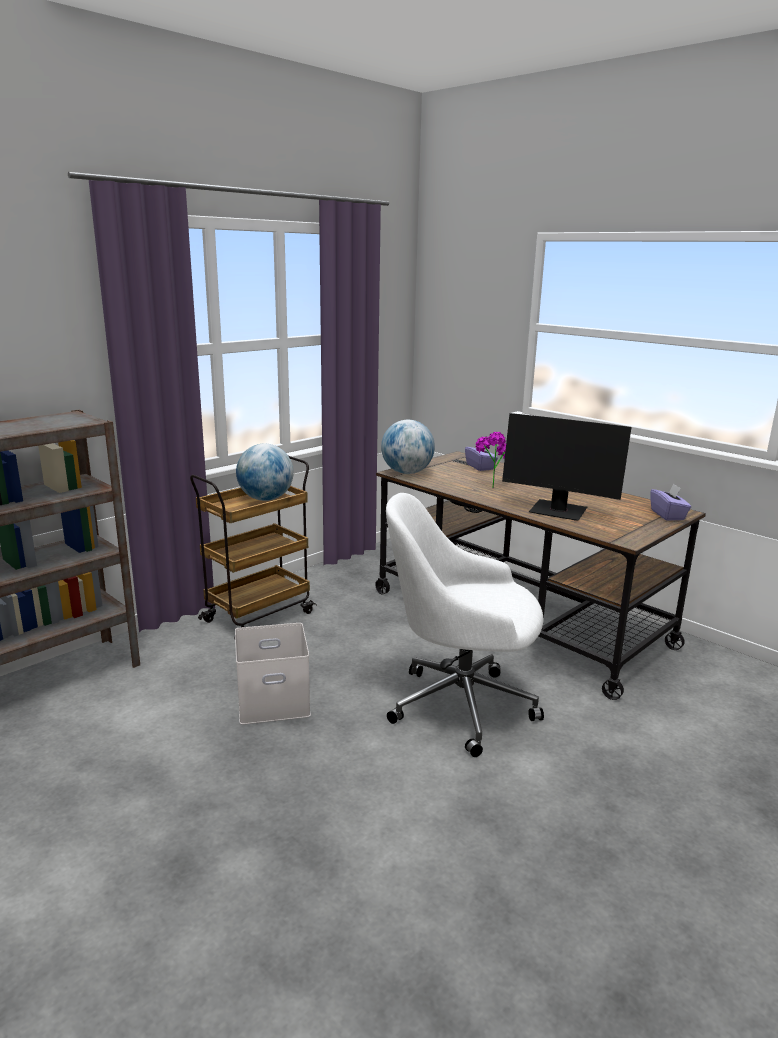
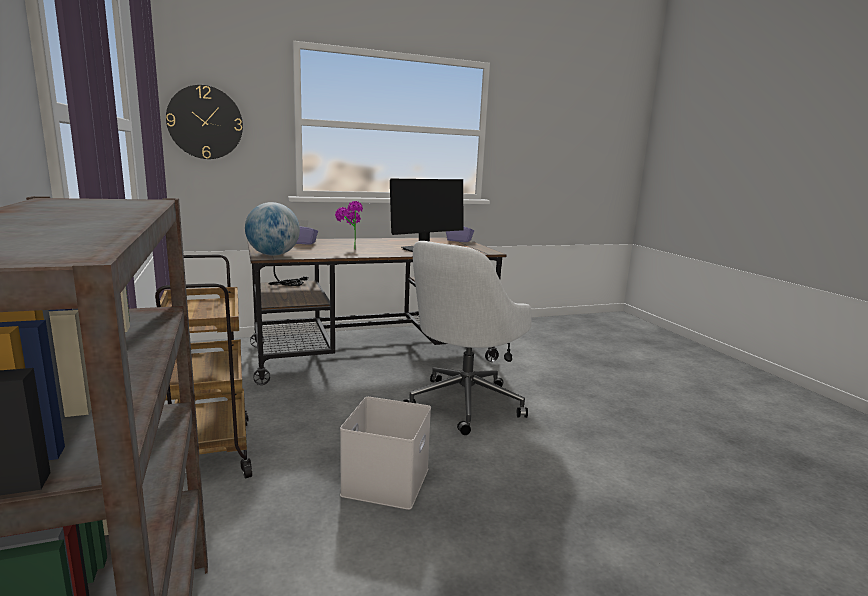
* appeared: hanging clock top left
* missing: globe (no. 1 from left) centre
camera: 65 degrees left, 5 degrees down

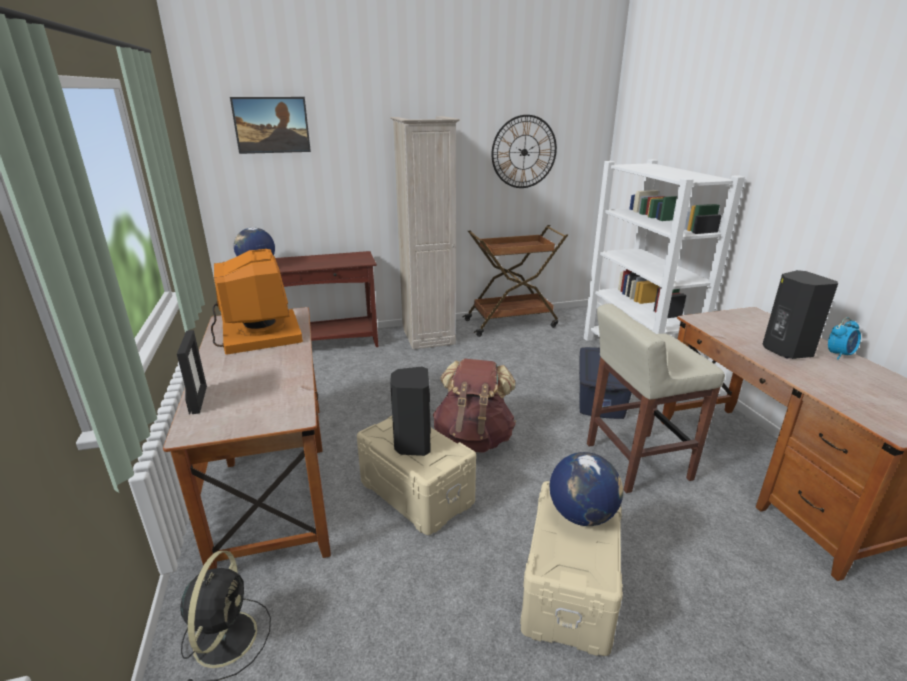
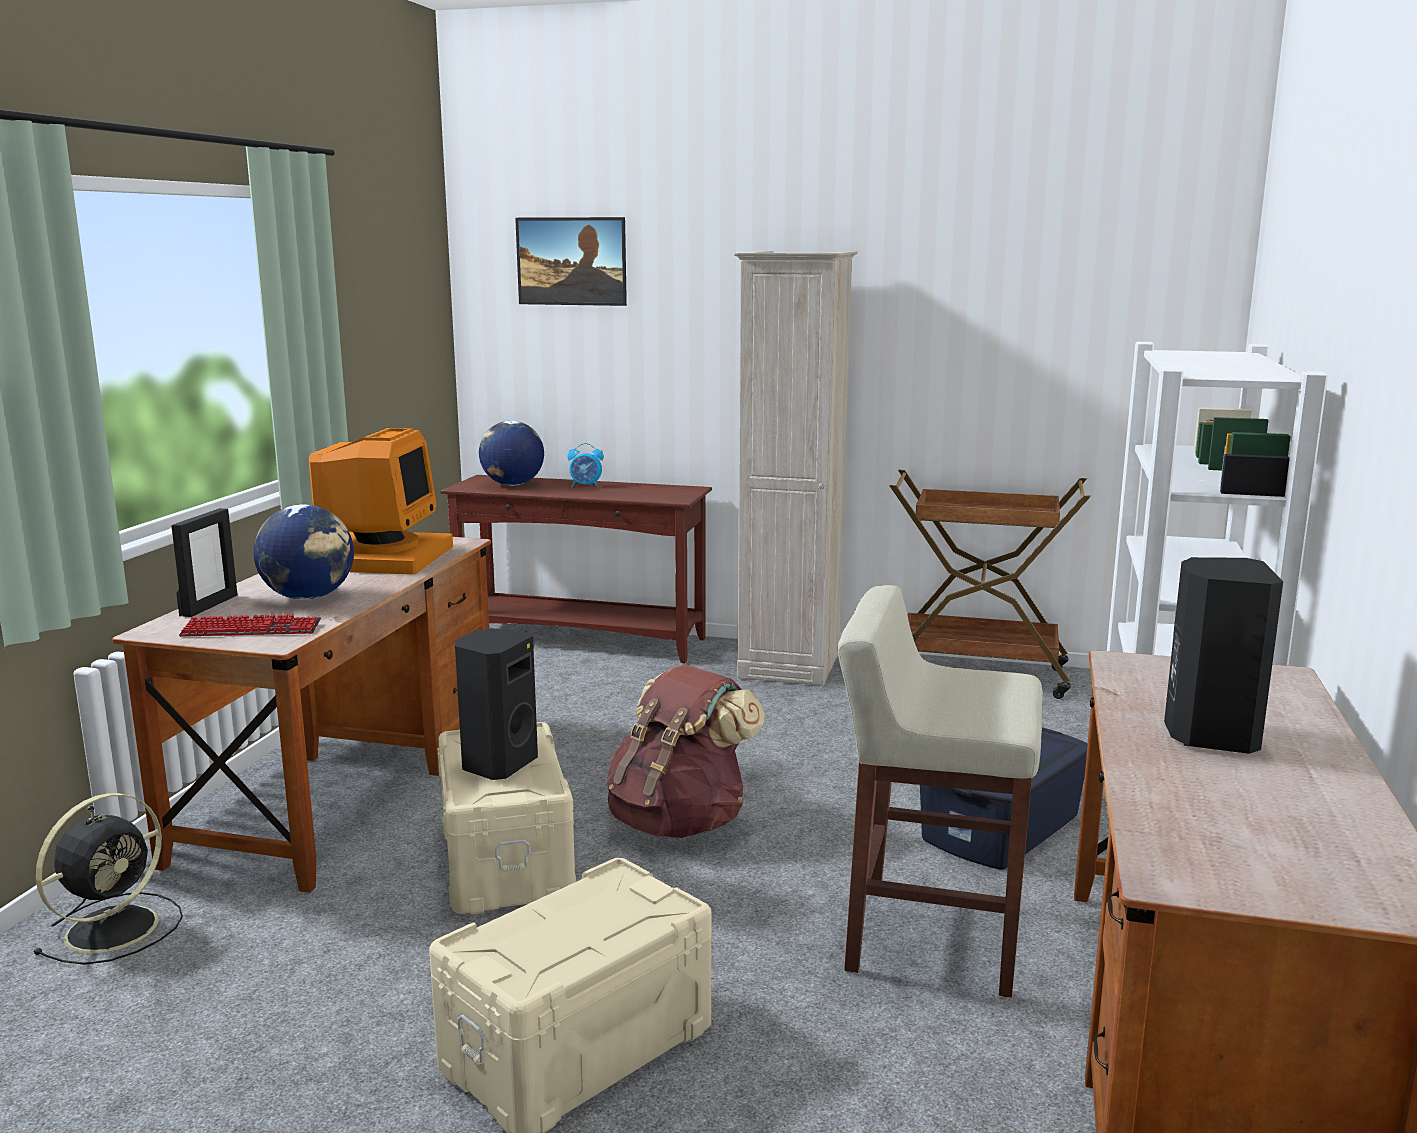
* appeared: computer keyboard middle left
* relocated: globe (no. 2 from left in the first image) bottom centre to globe (no. 1 from left) middle left
* relocated: bedside clock middle right to centre
* missing: hanging clock top centre
camera: 30 degrees right, 10 degrees down

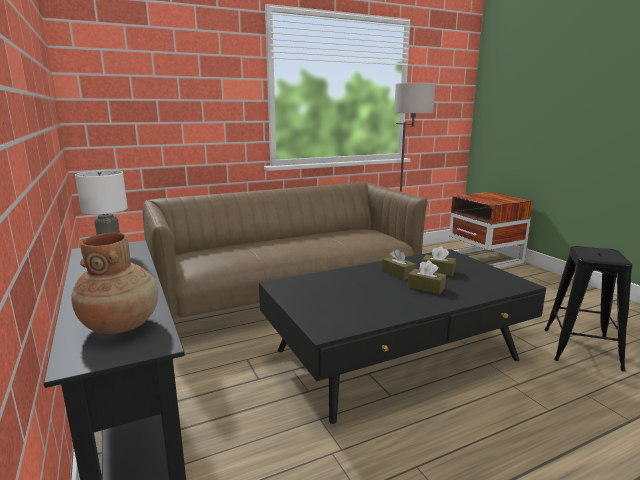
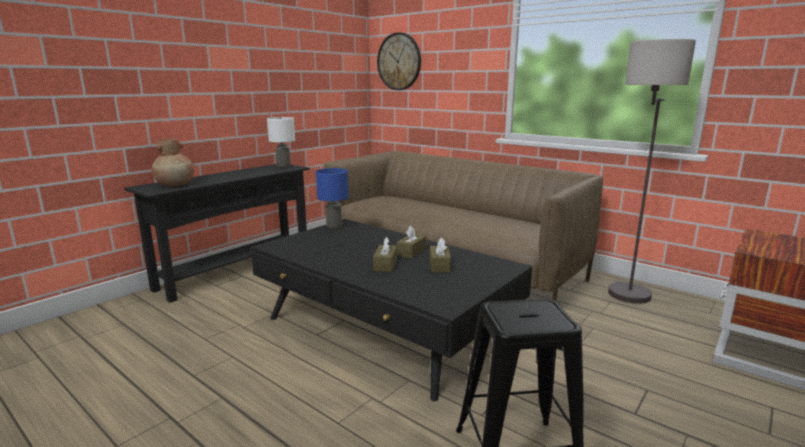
* appeared: tabletop lamp (blue-coloured) centre
* appeared: hanging clock top centre
camera: 65 degrees right, 0 degrees up

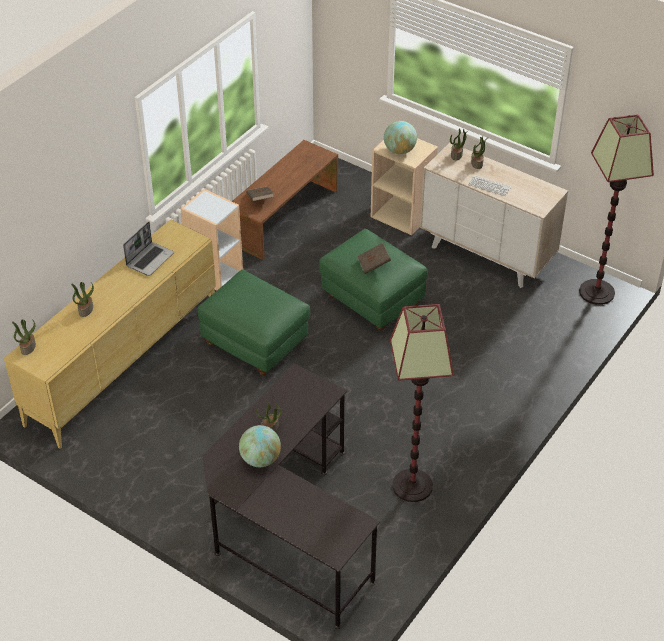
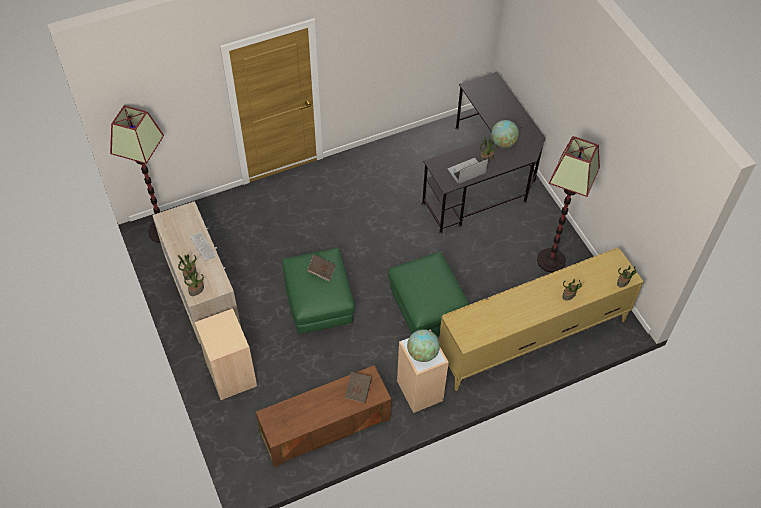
* relocated: globe (no. 2 from left in the first image) top centre to globe (no. 1 from left) bottom centre
* relocated: notebook computer middle left to centre
* relocated: floor lamp (no. 1 from left in the first image) centre to floor lamp (no. 2 from left) middle right
camera: 150 degrees left, 10 degrees up

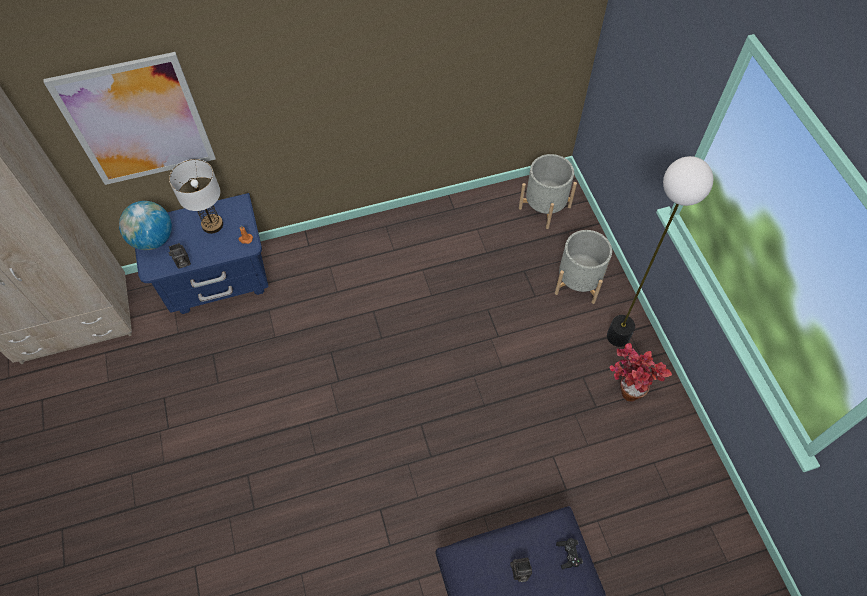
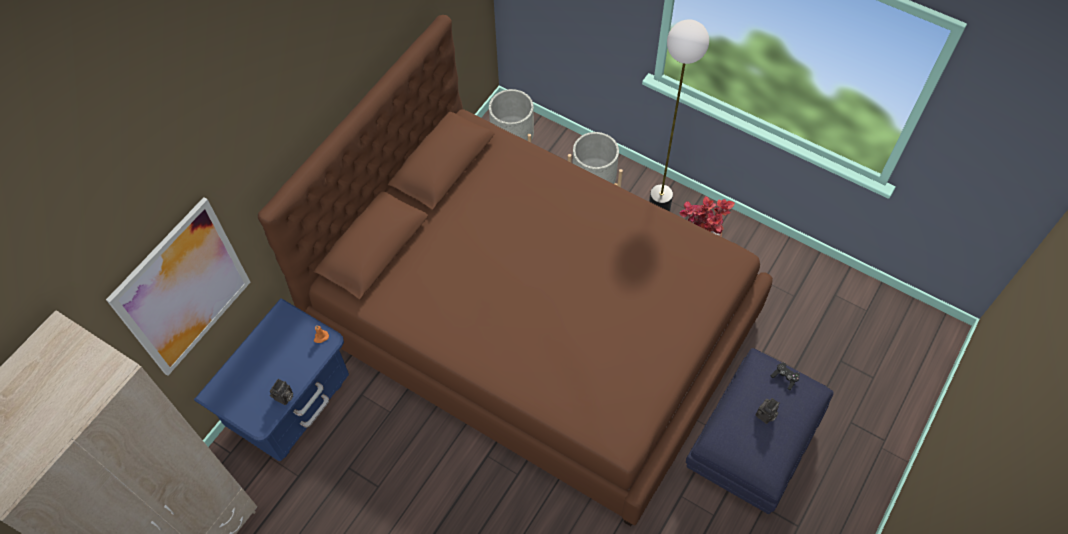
* appeared: bed (brownish) centre
* missing: globe middle left
* missing: tabletop lamp top left
camera: 40 degrees left, 0 degrees up

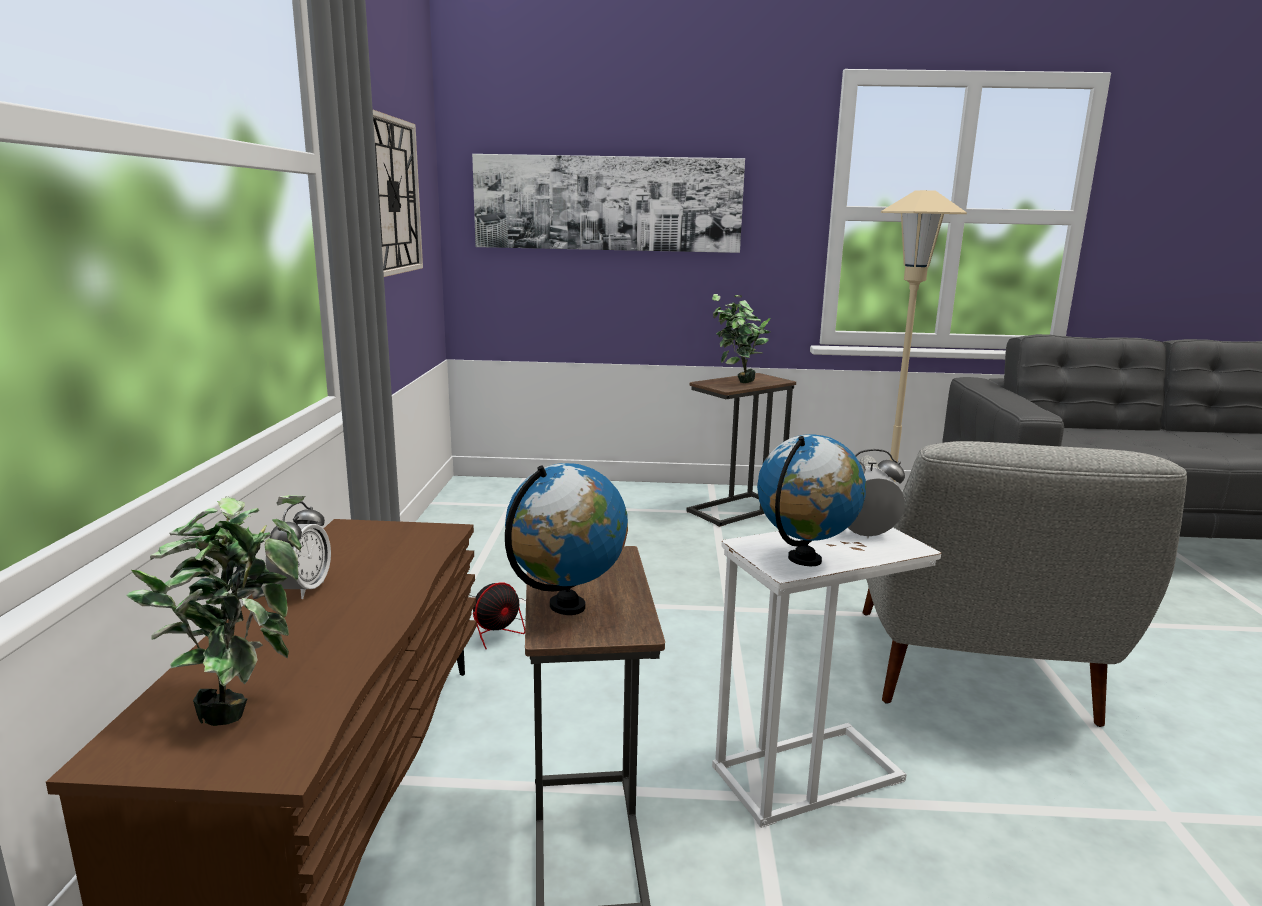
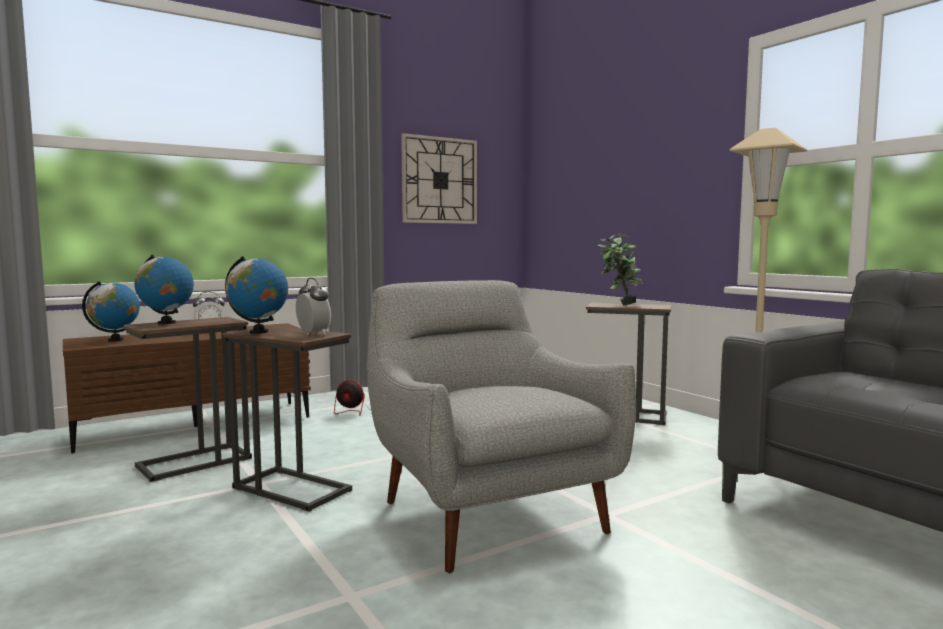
* exchanged: houseplant (no. 1 from left) bottom left to globe (no. 1 from left) middle left
* colour: side table (white) bottom centre to side table (brownish) (no. 2 from left) middle left
* spun: lounge chair (gray) middle right = bottom centre 90 degrees clockwise
* missing: wall picture top centre
camera: 55 degrees right, 10 degrees down

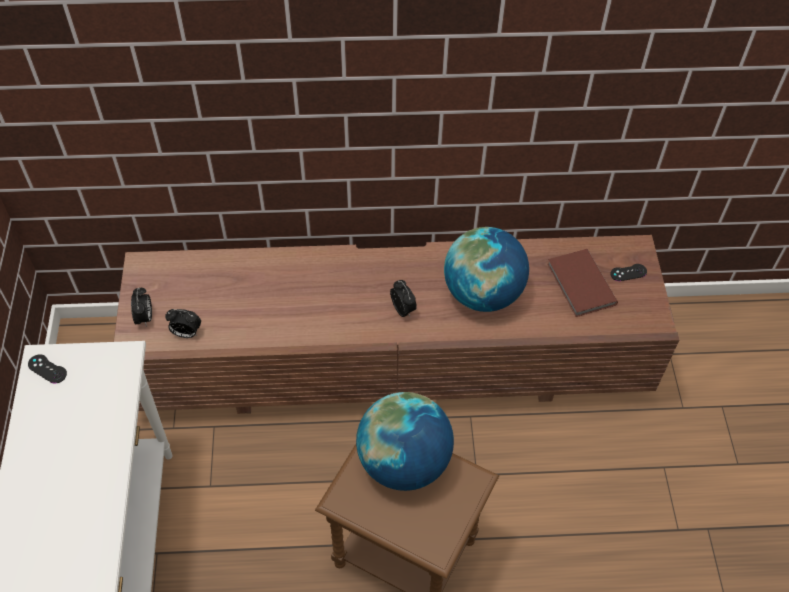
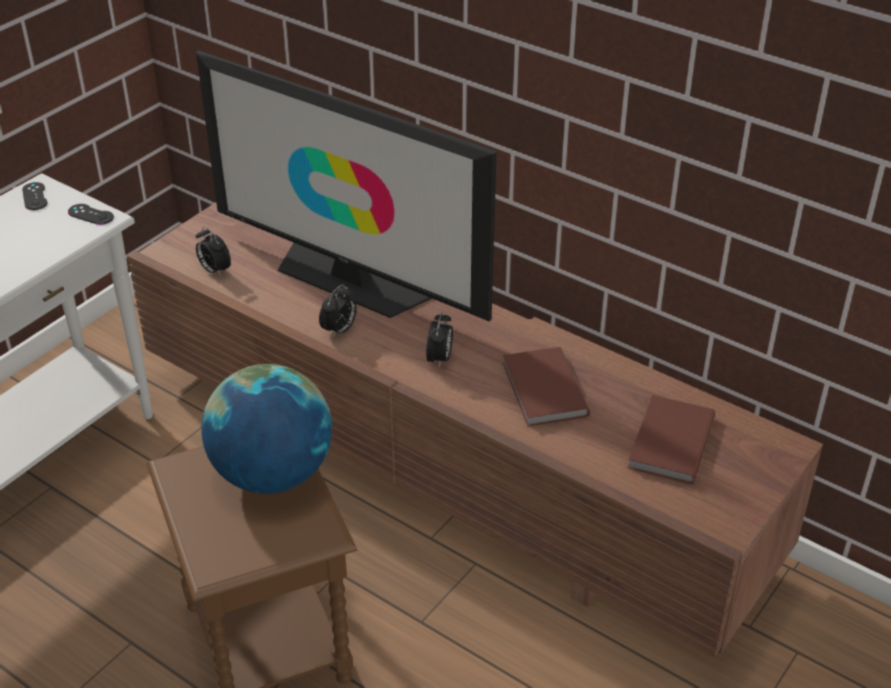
* relocated: game controller (blackish) (no. 2 from left) middle right to top left
* appeared: television top centre
* relocated: bedside clock (no. 1 from left in the first image) middle left to bedside clock (no. 2 from left) centre
* exchanged: globe (no. 2 from left) centre to book (brownish) (no. 1 from left) centre
camera: 40 degrees right, 15 degrees down

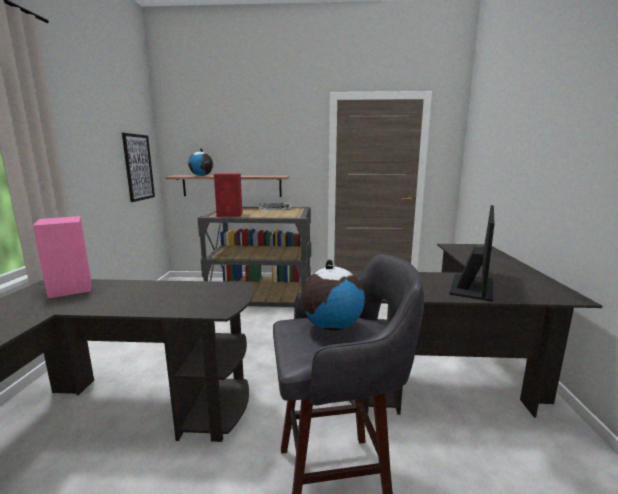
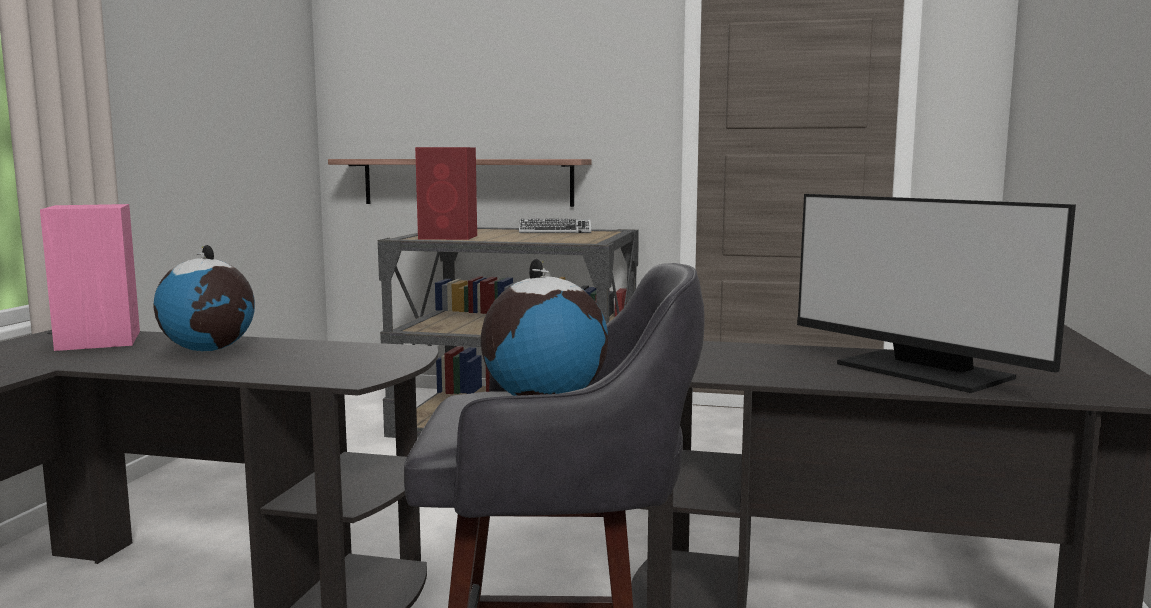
* relocated: globe (no. 1 from left) top left to middle left
* spun: monitor middle right = middle right 105 degrees clockwise
* missing: wall picture middle left
camera: 10 degrees right, 5 degrees down

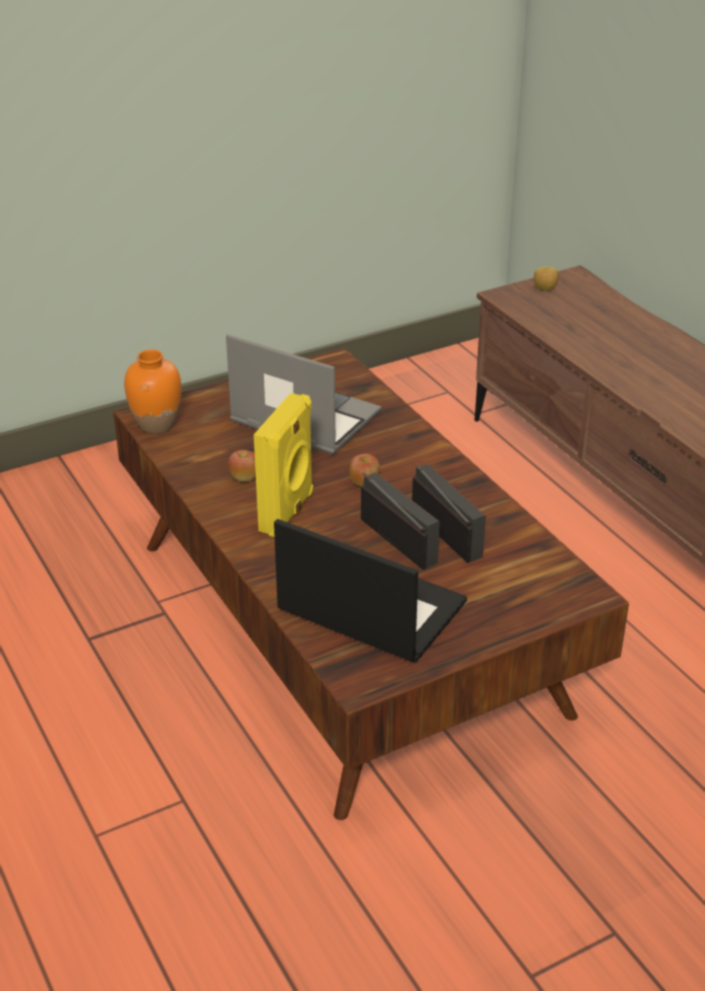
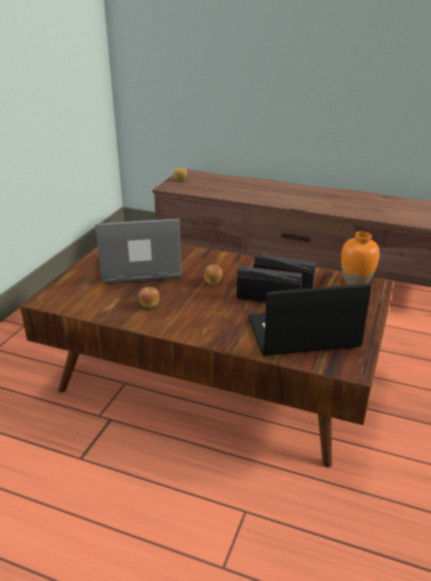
* relocated: vase (orange) middle left to middle right
* missing: audio speaker (yellowish) centre
camera: 40 degrees left, 5 degrees down

